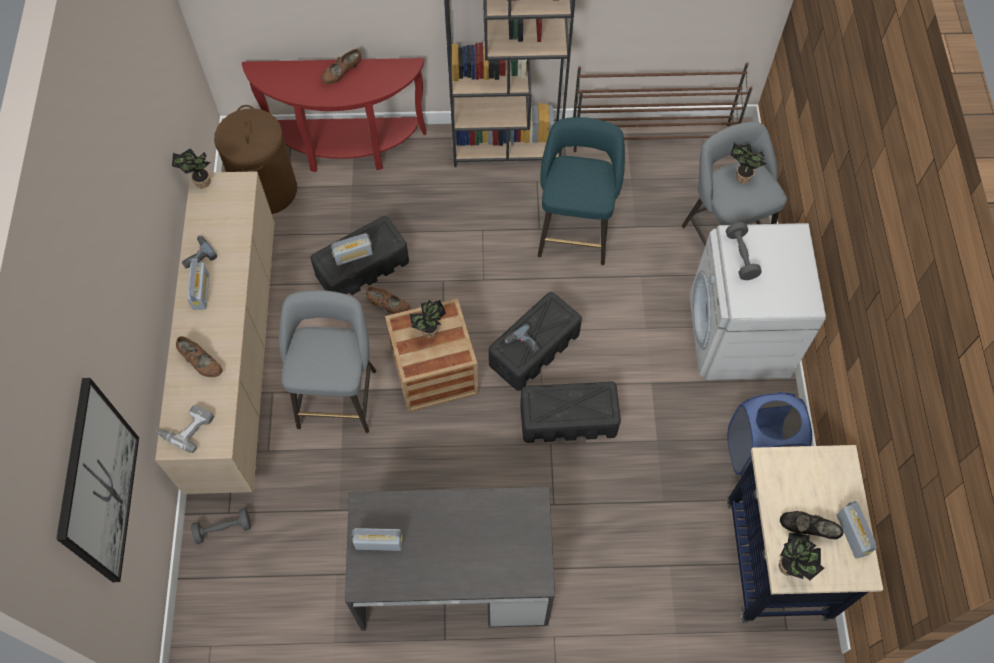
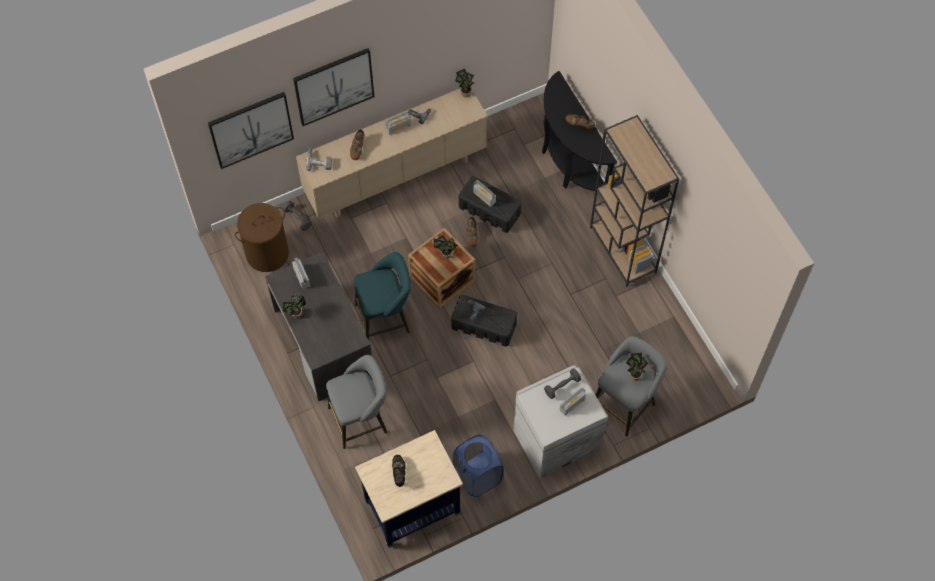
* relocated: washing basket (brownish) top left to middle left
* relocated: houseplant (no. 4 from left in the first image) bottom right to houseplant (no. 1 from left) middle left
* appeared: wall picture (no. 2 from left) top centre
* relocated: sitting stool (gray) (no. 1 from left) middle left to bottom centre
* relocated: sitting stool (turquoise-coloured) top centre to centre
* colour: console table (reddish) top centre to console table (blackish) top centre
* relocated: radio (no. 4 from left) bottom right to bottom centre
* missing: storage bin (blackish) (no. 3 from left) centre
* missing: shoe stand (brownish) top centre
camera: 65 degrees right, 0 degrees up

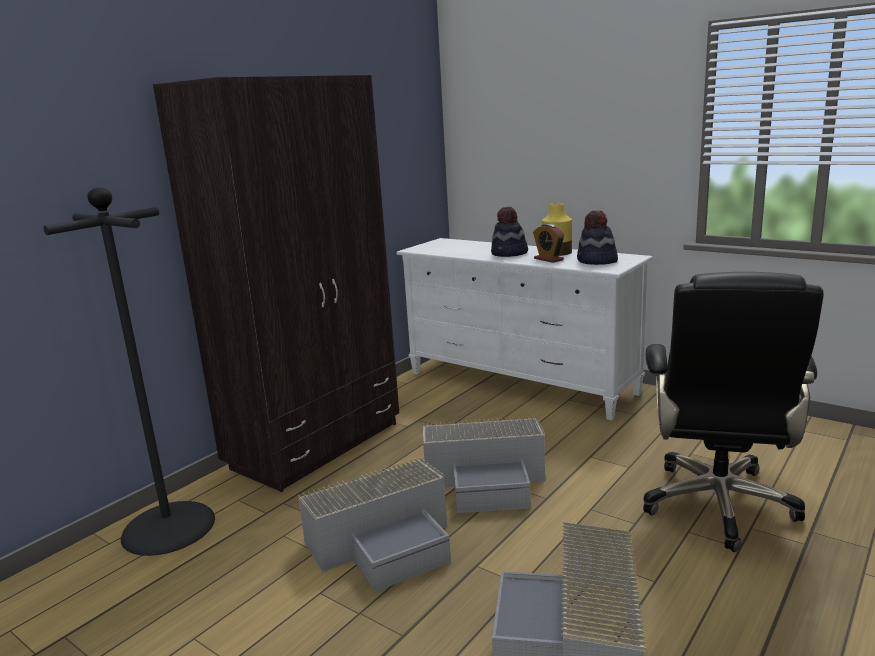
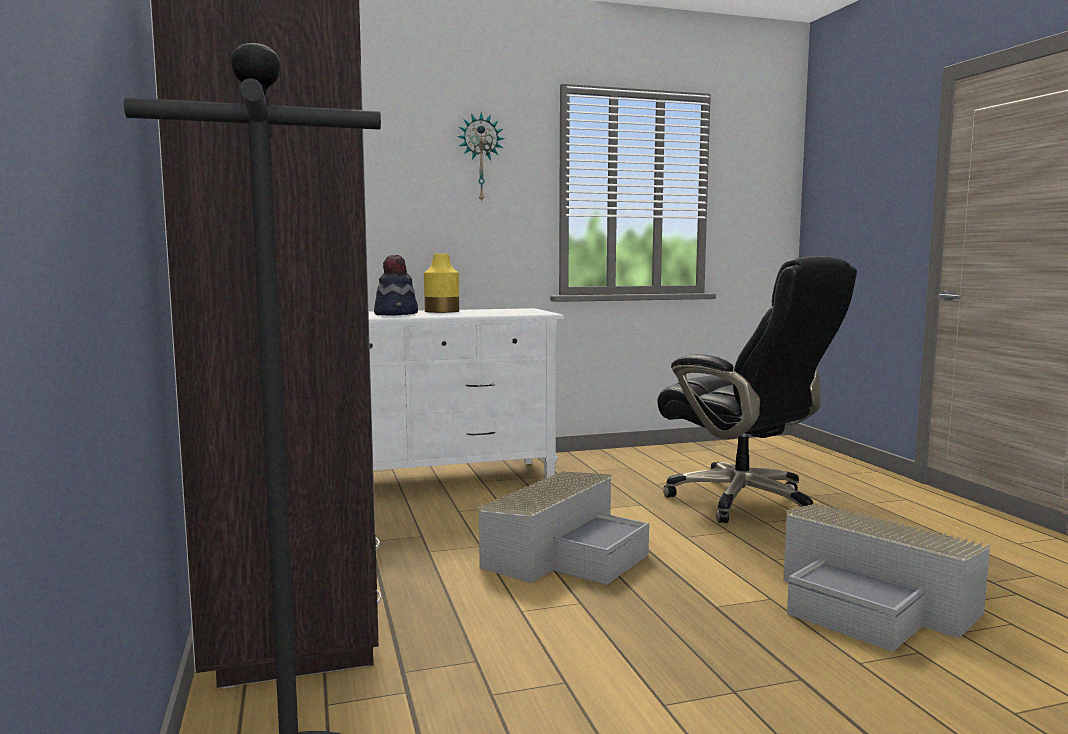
* appeared: hanging clock top centre
* missing: storage bin (gray) (no. 1 from left) bottom centre
* missing: bedside clock centre
* missing: wearable hat (no. 2 from left) middle right
camera: 55 degrees left, 10 degrees down

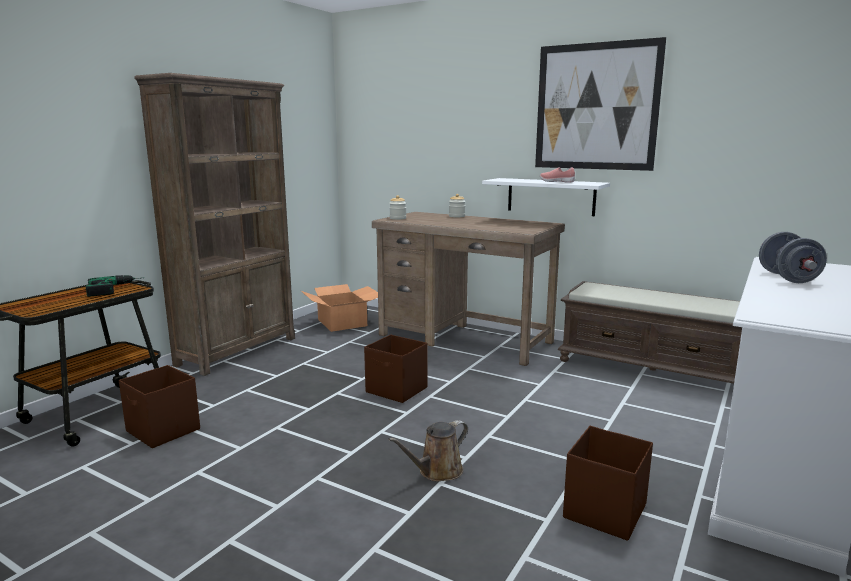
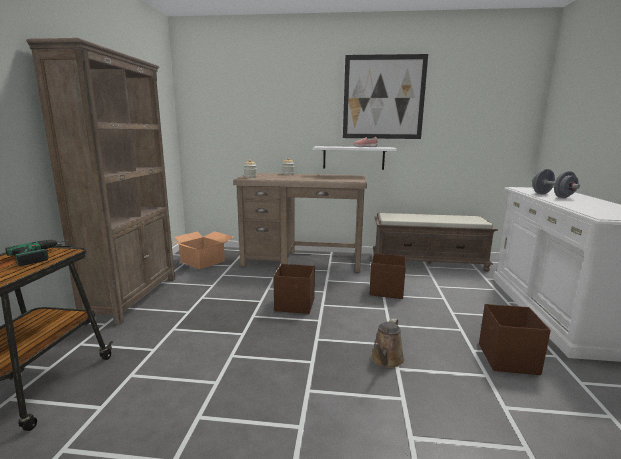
* relocated: storage bin (brownish) (no. 1 from left in the first image) bottom left to storage bin (brownish) (no. 2 from left) centre
camera: 25 degrees left, 0 degrees up

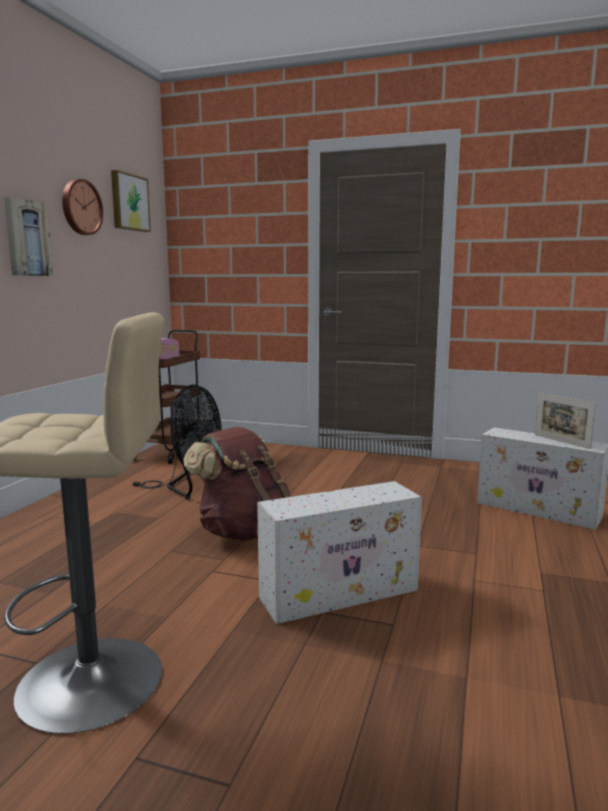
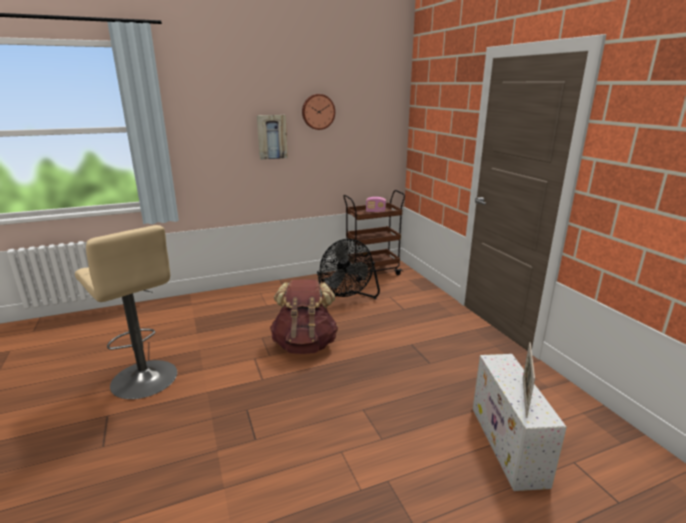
* missing: wall picture (no. 2 from left) top left
* missing: storage bin (white) (no. 1 from left) bottom centre
camera: 50 degrees right, 10 degrees up

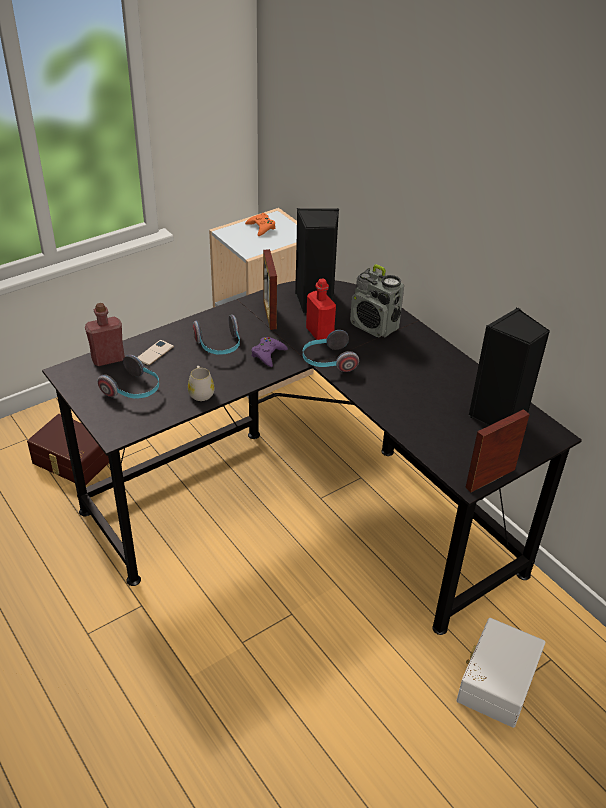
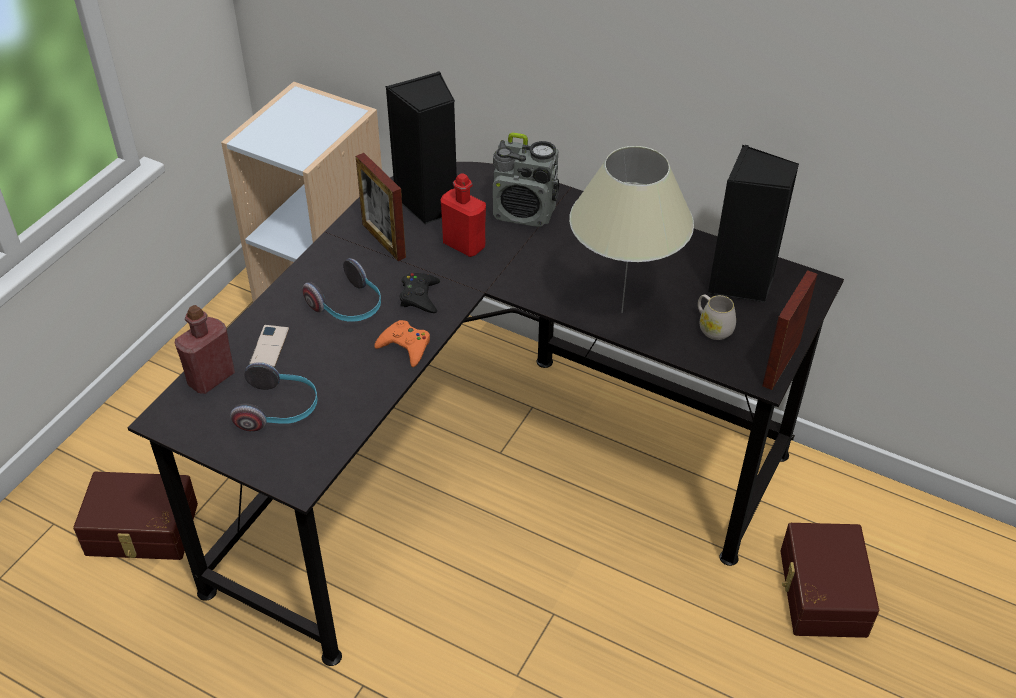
* relocated: game controller (orange) top centre to centre
* colour: game controller (purple) centre to game controller (blackish) centre
* appeared: tabletop lamp (beige) top centre
* relocated: mug (white) middle left to middle right
* colour: storage bin (white) bottom right to storage bin (brownish) (no. 2 from left) bottom right
* missing: pair of headphones (no. 3 from left) centre
camera: 25 degrees left, 5 degrees up

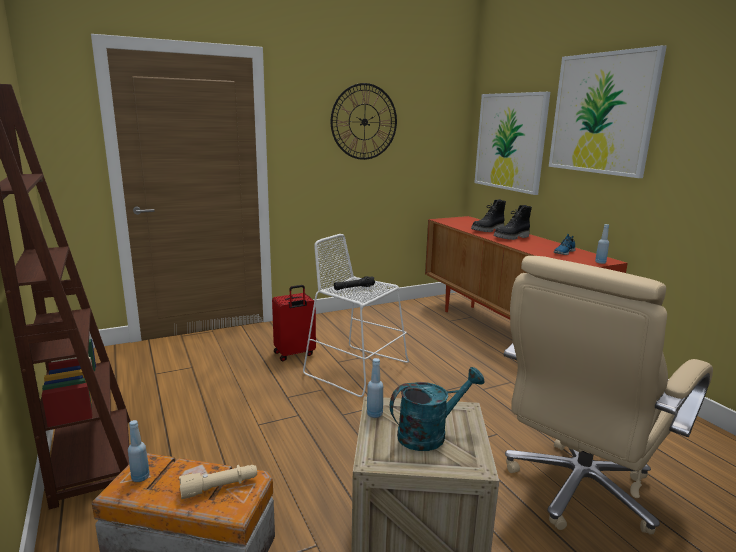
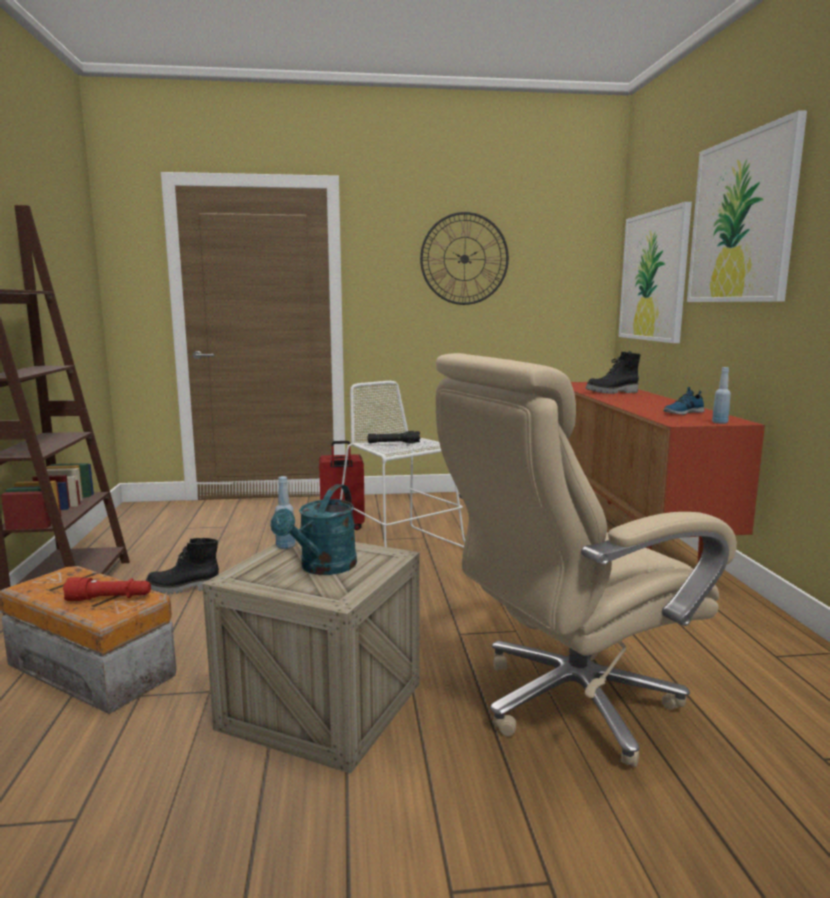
* colour: torch (beige) bottom left to torch (reddish) middle left
* relocated: high-top boot (blackish) (no. 2 from left in the first image) middle right to high-top boot (blackish) (no. 1 from left) middle left
* spun: watering pot (turquoise-coloured) bottom centre = centre 120 degrees clockwise
* missing: bottle (blue-coloured) (no. 1 from left) bottom left
camera: 20 degrees right, 5 degrees down

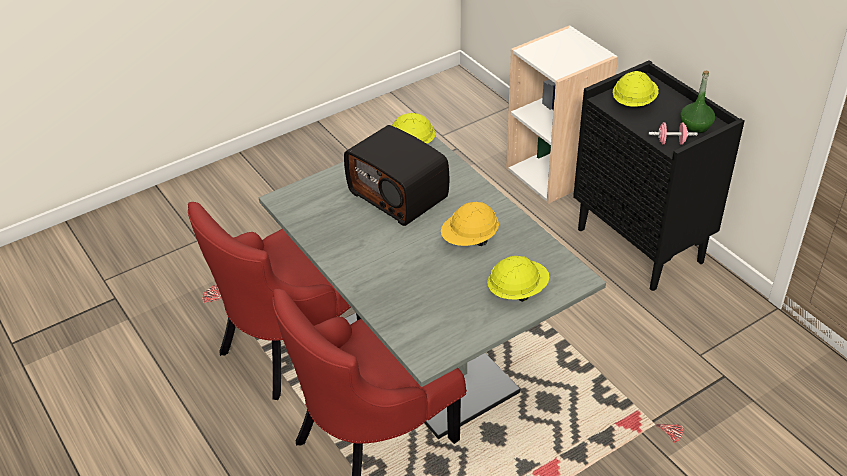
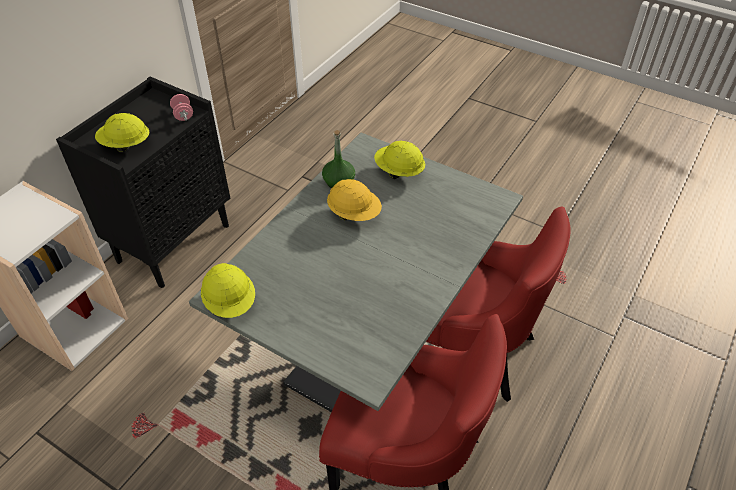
* relocated: bottle (greenish) top right to top centre
* missing: radio centre
camera: 115 degrees left, 5 degrees up

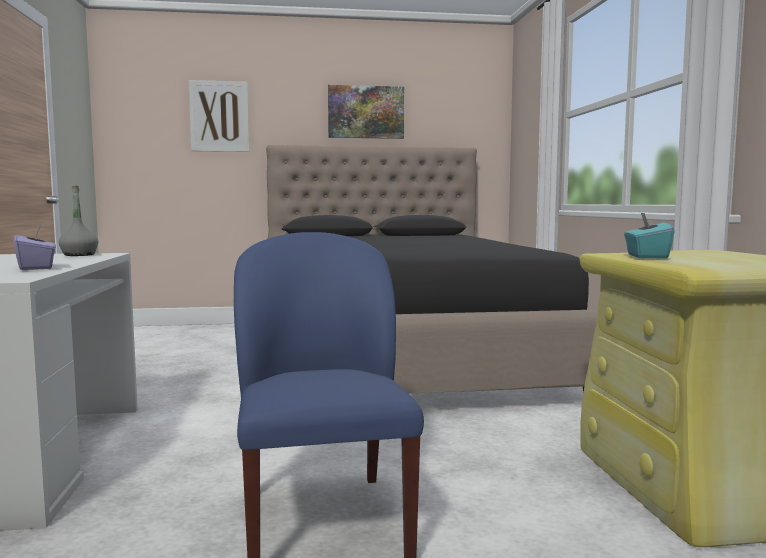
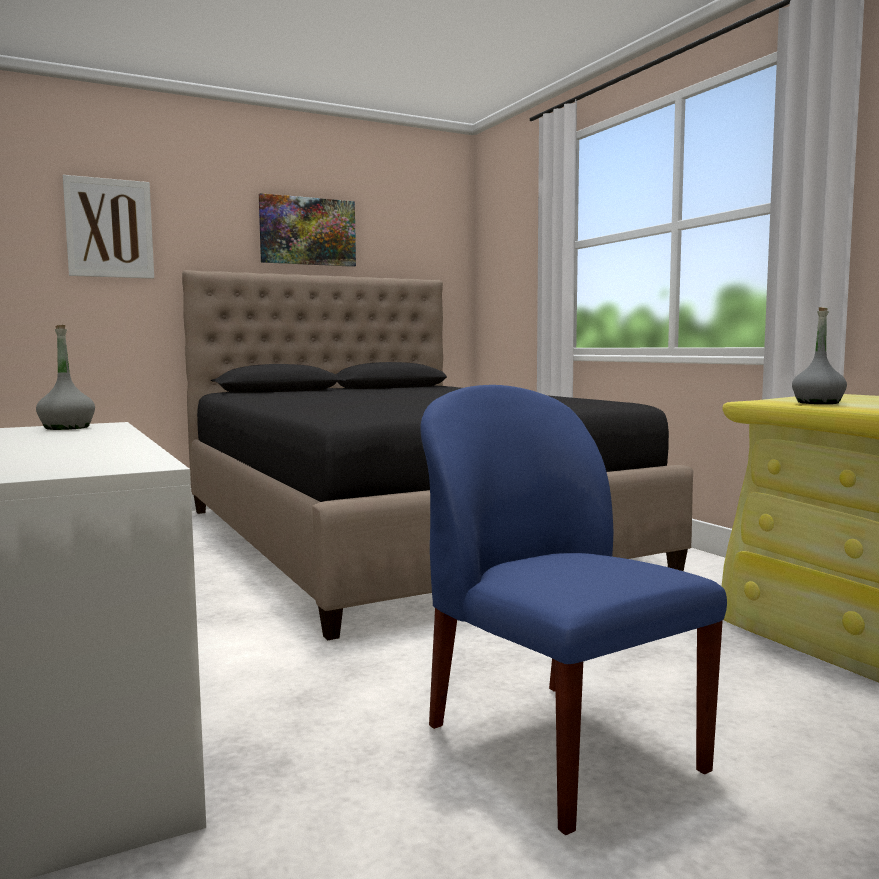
* exchanged: tissue box (turquoise-coloured) middle right to bottle (gray) (no. 2 from left) middle right
* missing: tissue box (purple) middle left
camera: 20 degrees left, 0 degrees up

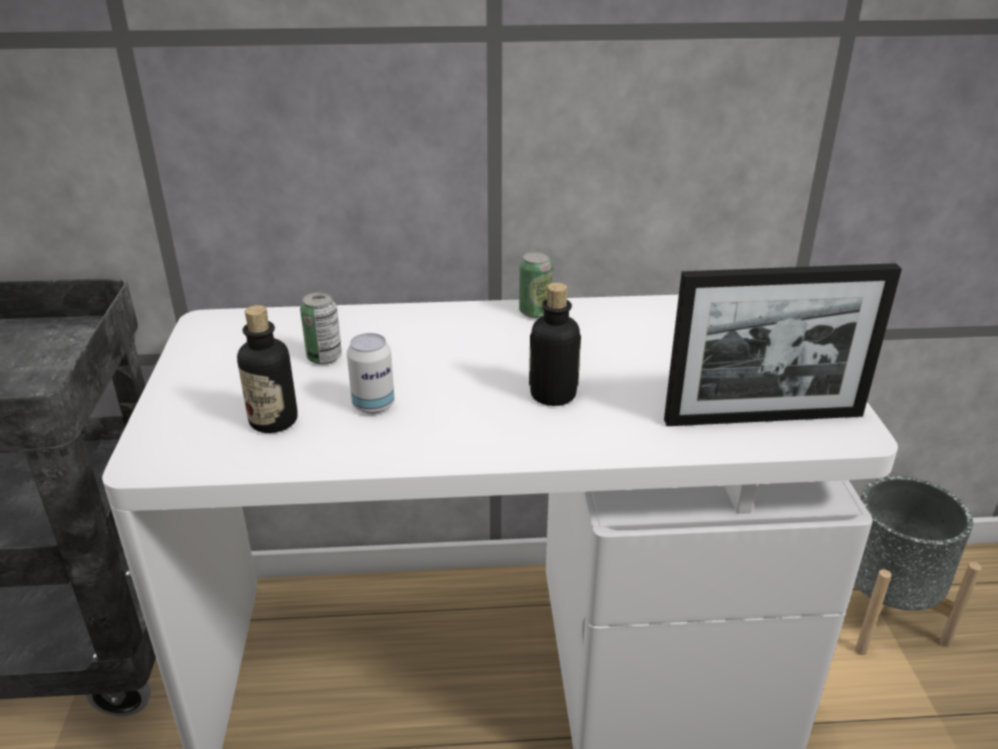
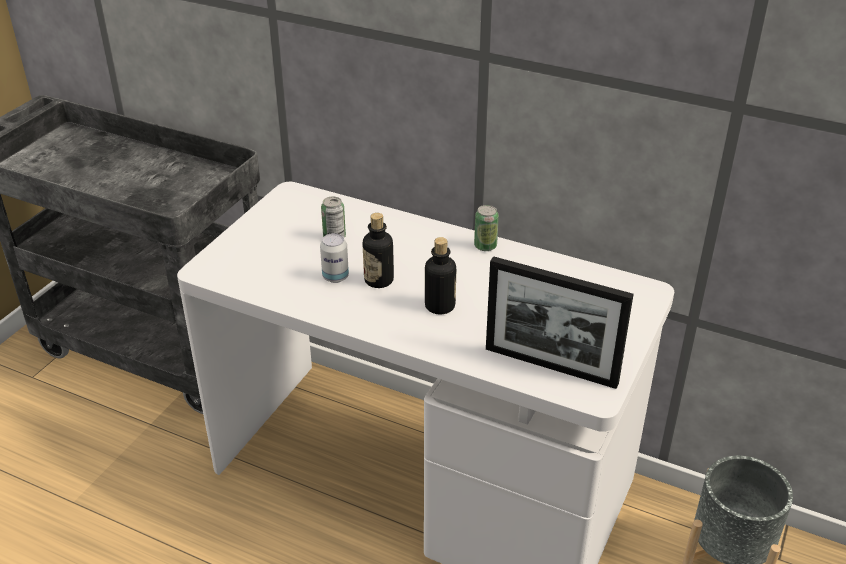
* relocated: bottle (no. 1 from left) middle left to centre
camera: 30 degrees right, 5 degrees up

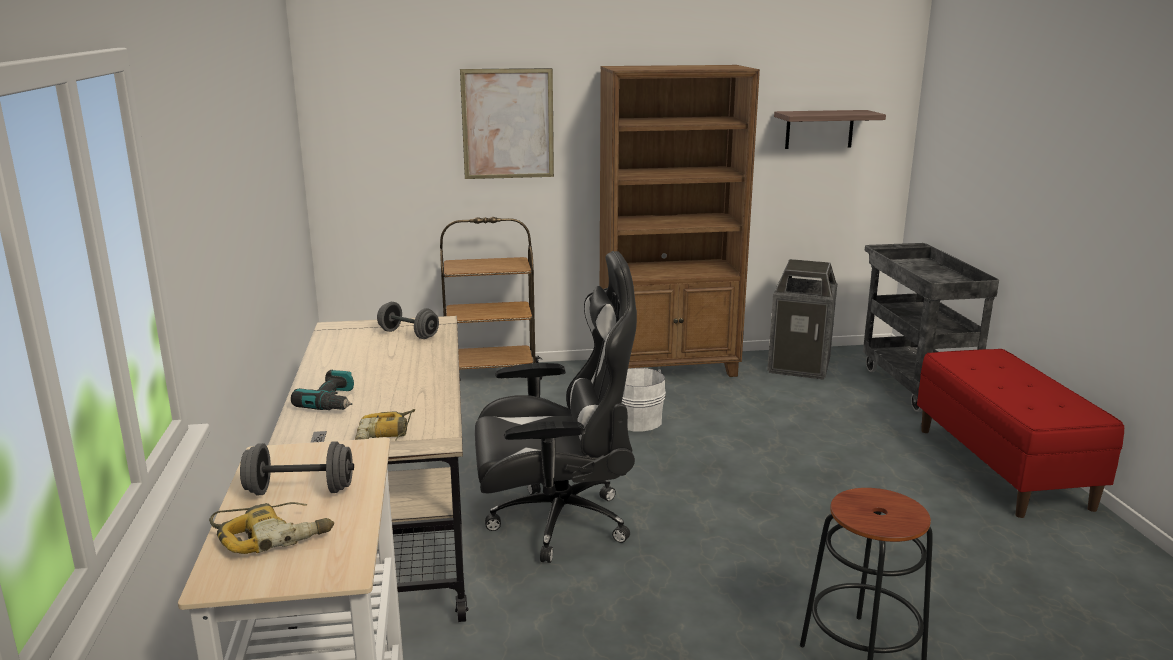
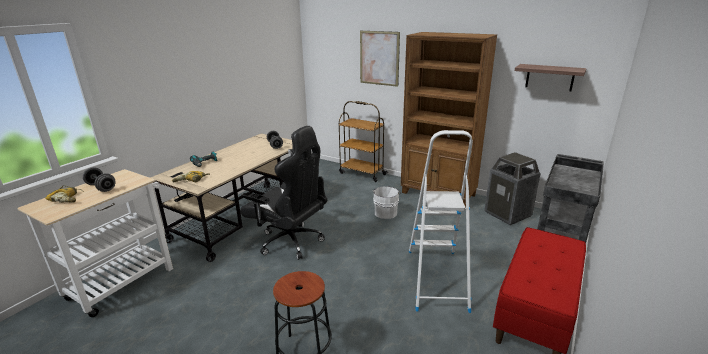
* appeared: step ladder (white) centre
camera: 40 degrees right, 5 degrees up

